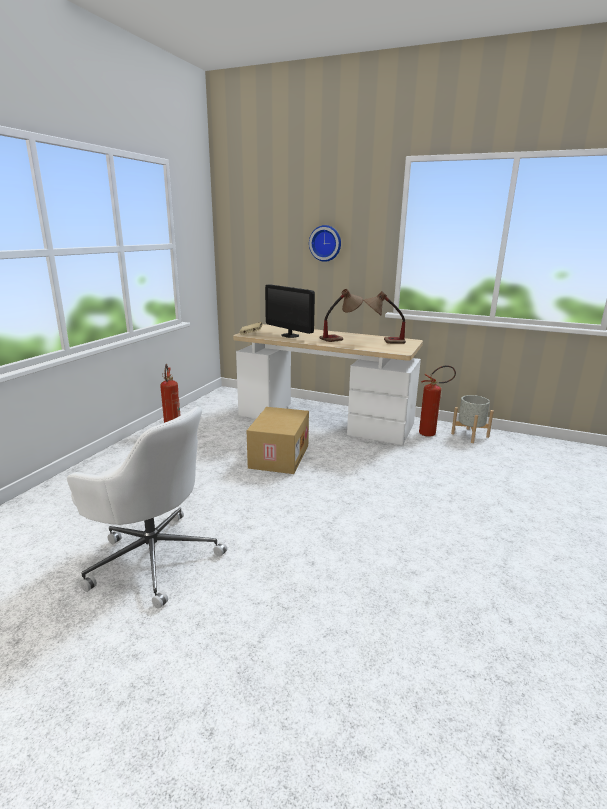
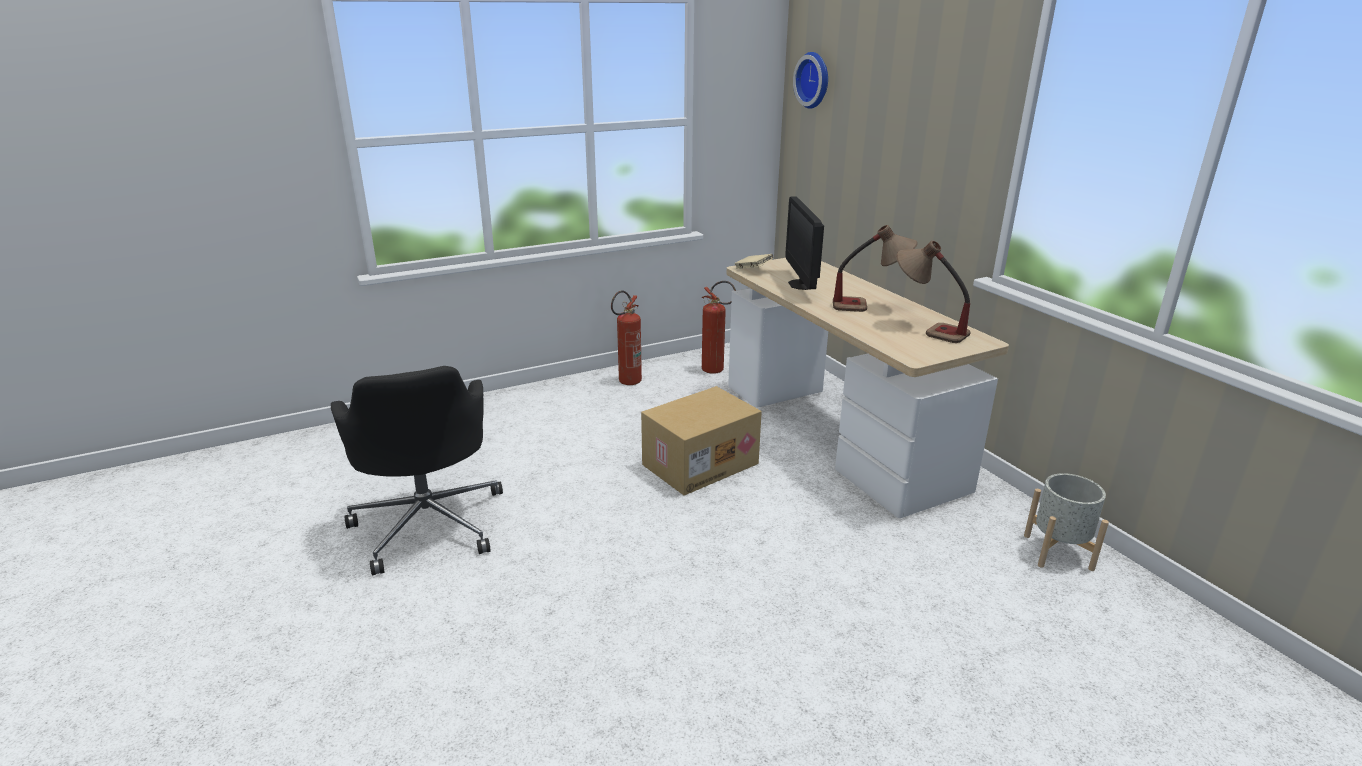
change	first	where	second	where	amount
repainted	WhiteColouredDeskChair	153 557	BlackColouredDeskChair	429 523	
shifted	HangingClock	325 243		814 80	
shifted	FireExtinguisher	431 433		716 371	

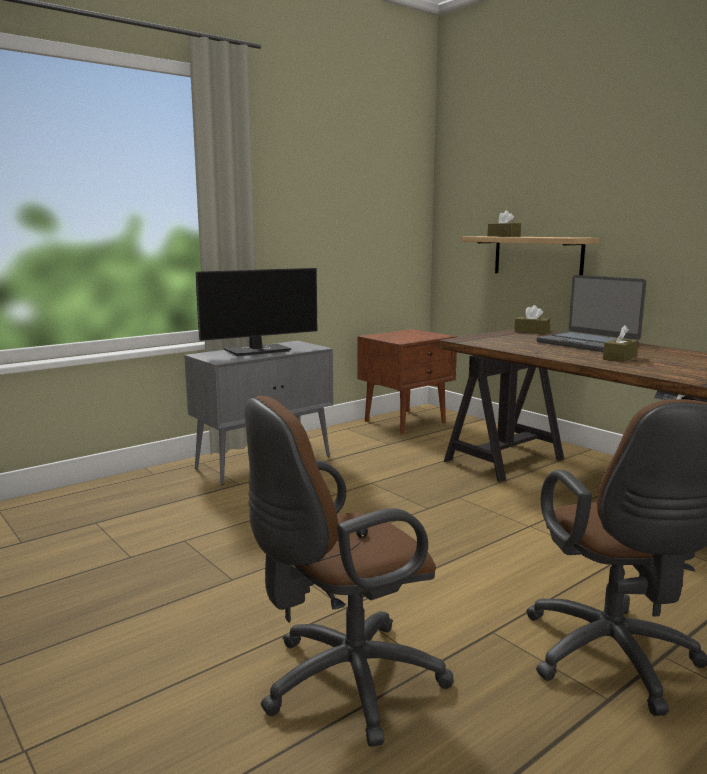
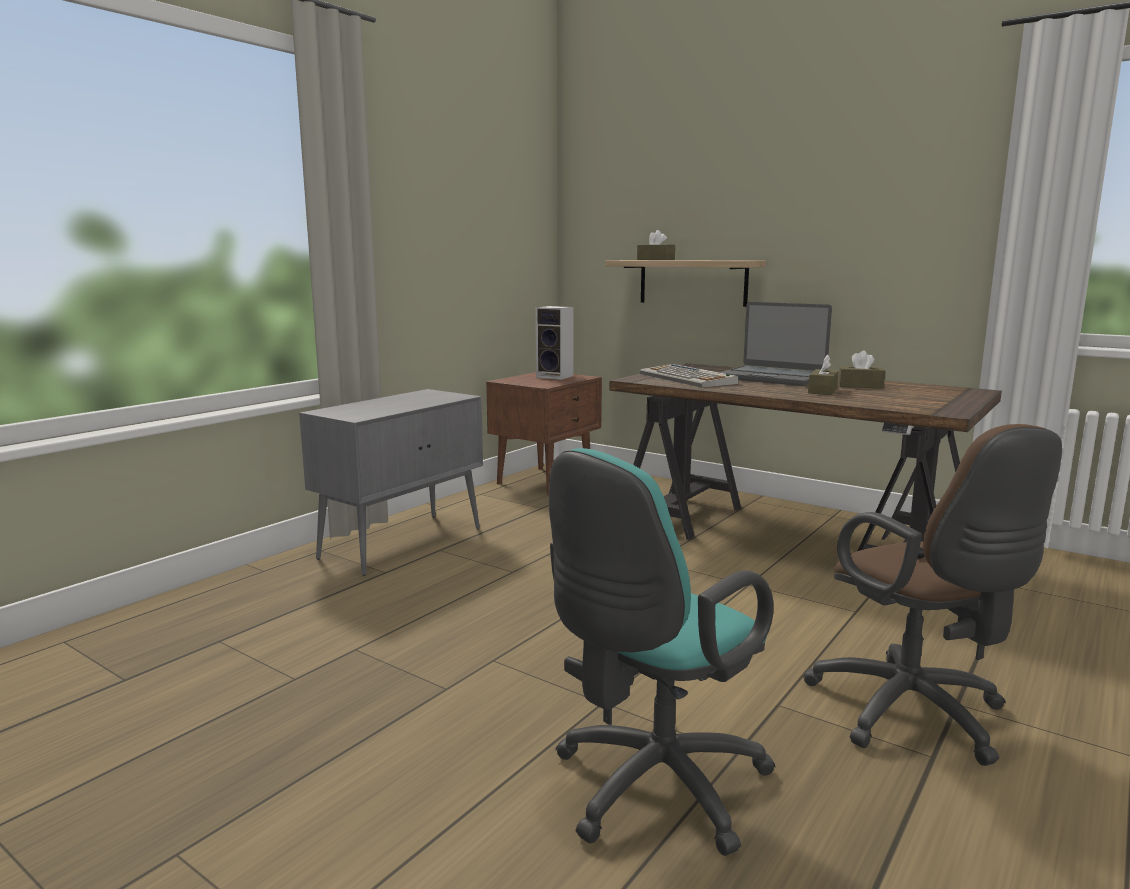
change	first	where	second	where	amount
gone	ComputerDisplay	258 350			
repainted	BrownColouredDeskChair	343 683	BlueGreenDeskChair	651 789	
shifted	BrownColouredTissueHolder	532 332		860 386	
new			AudioSpeaker	556 377	
new			PcKeyboard	688 378	

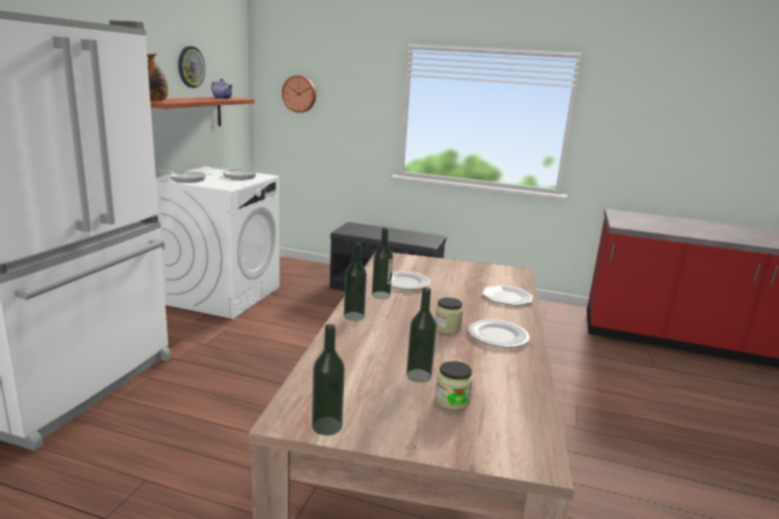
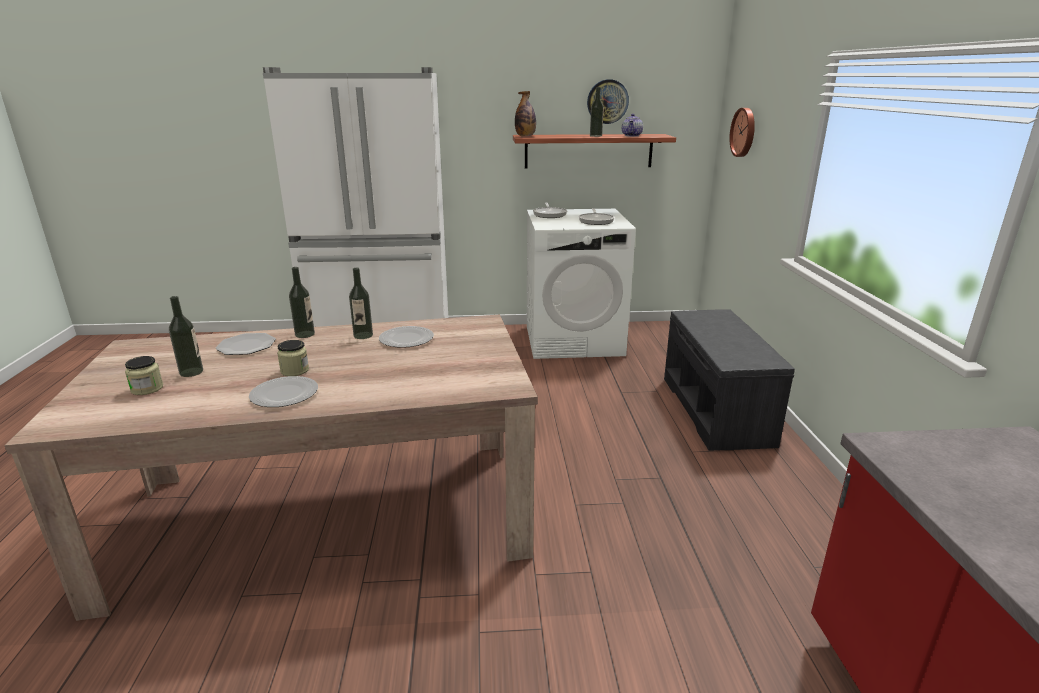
change	first	where	second	where	amount
shifted	Bottle	327 426		595 136	
shifted	FlatDish	507 297		246 346	

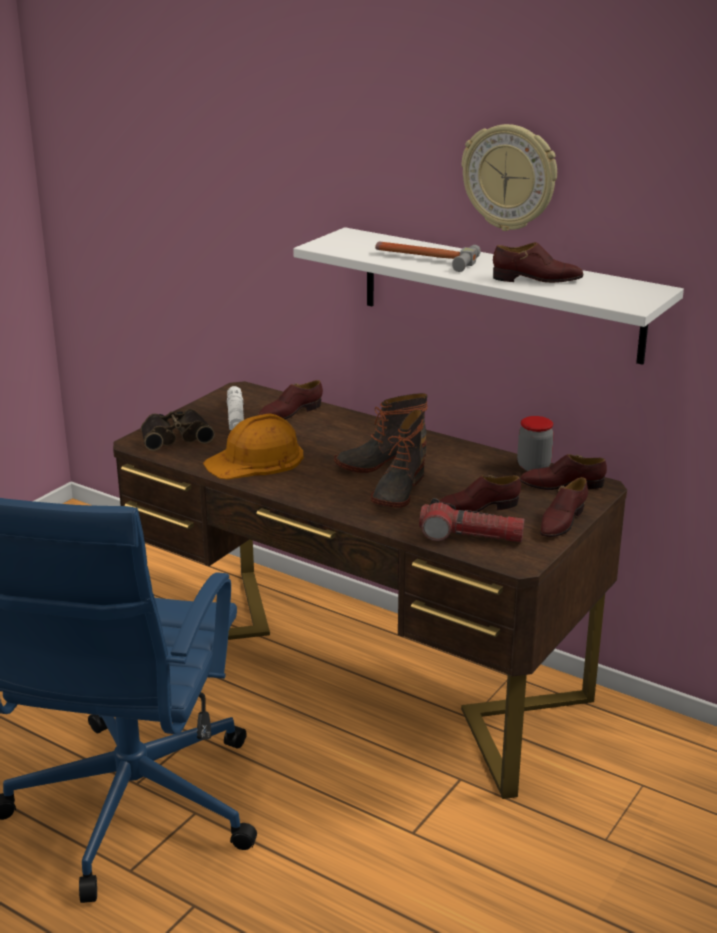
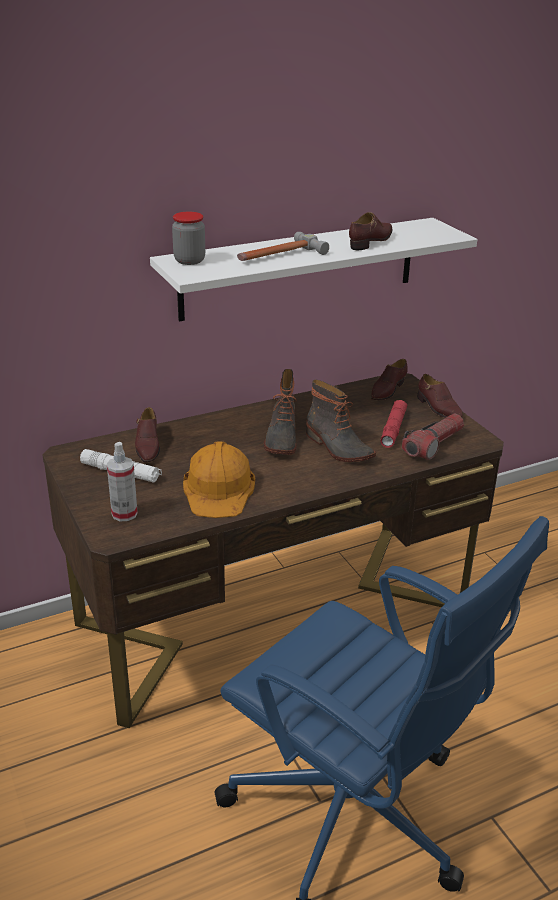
change	first	where	second	where	amount
swapped	PairOfBinoculars	175 436	Sprayer	124 514	
swapped	BrownColouredLowShoe	477 508	ReddishFlashlight	393 428	
gone	HangingClock	510 177			
shifted	StorageJar	533 466		189 260	

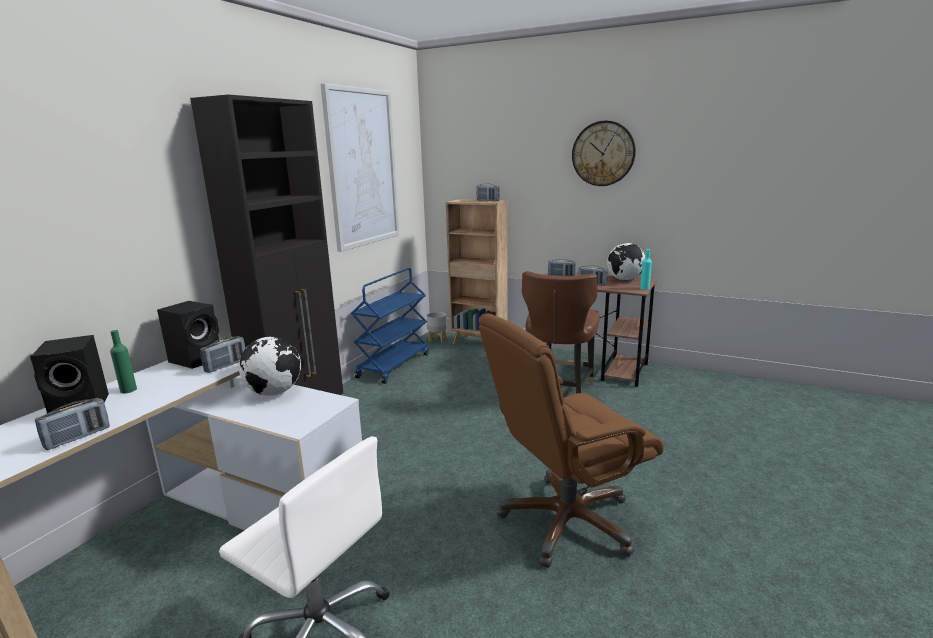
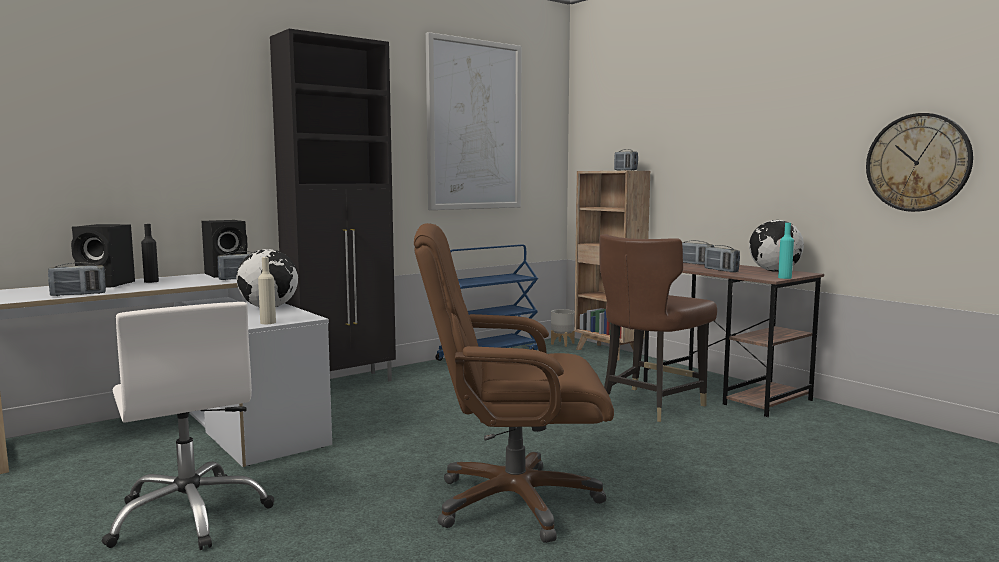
change	first	where	second	where	amount
repainted	GreenishBottle	128 390	BlackColouredBottle	151 281	
shifted	HangingClock	603 153		918 162	
new			SandColouredBottle	268 322	

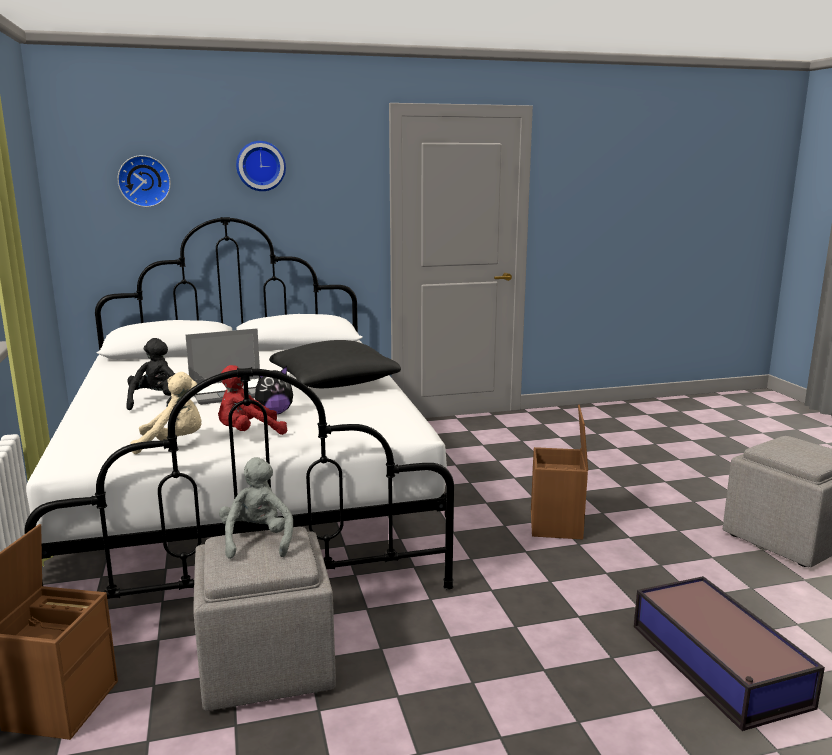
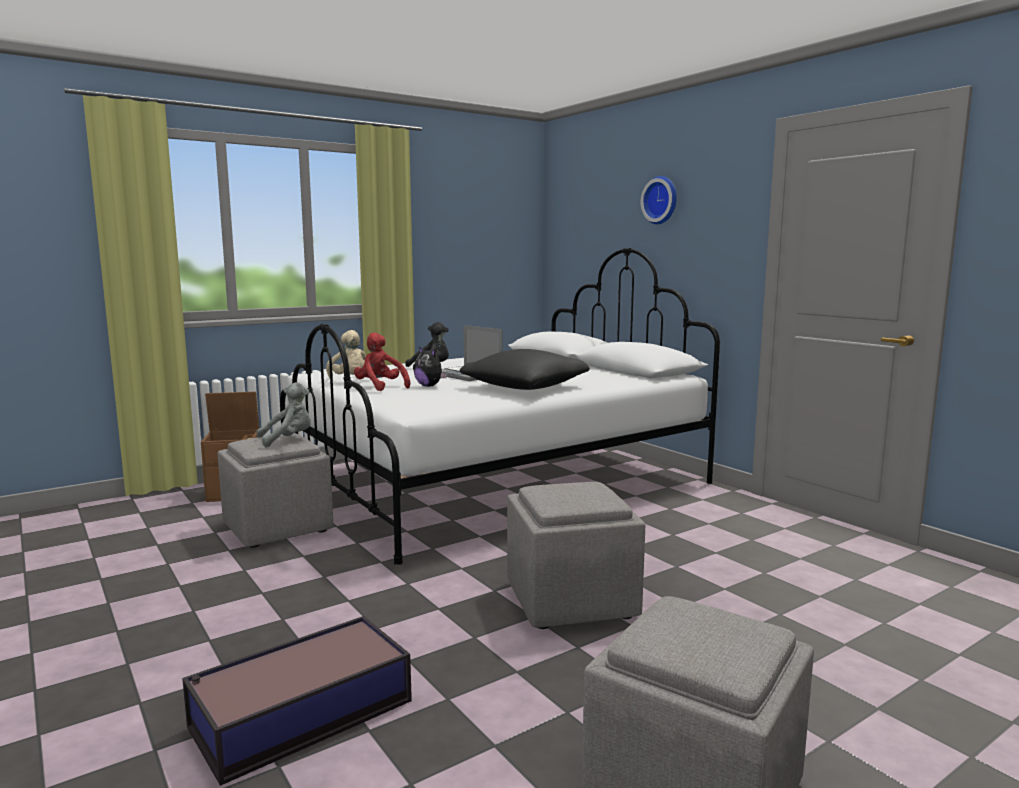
change	first	where	second	where	amount
gone	HangingClock	144 181			
swapped	BrownColouredStorageBox	557 525	GrayPouffe	570 601	

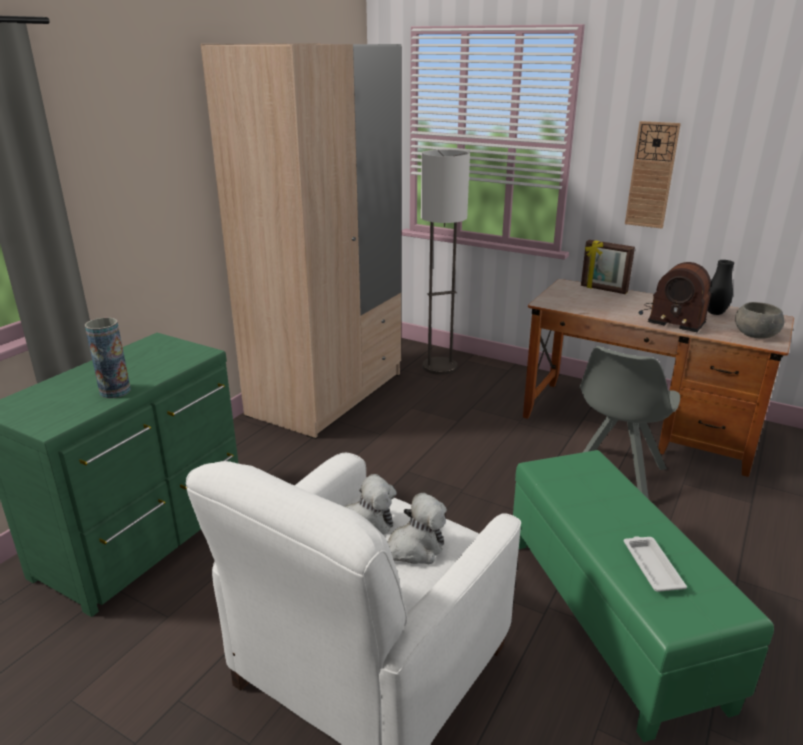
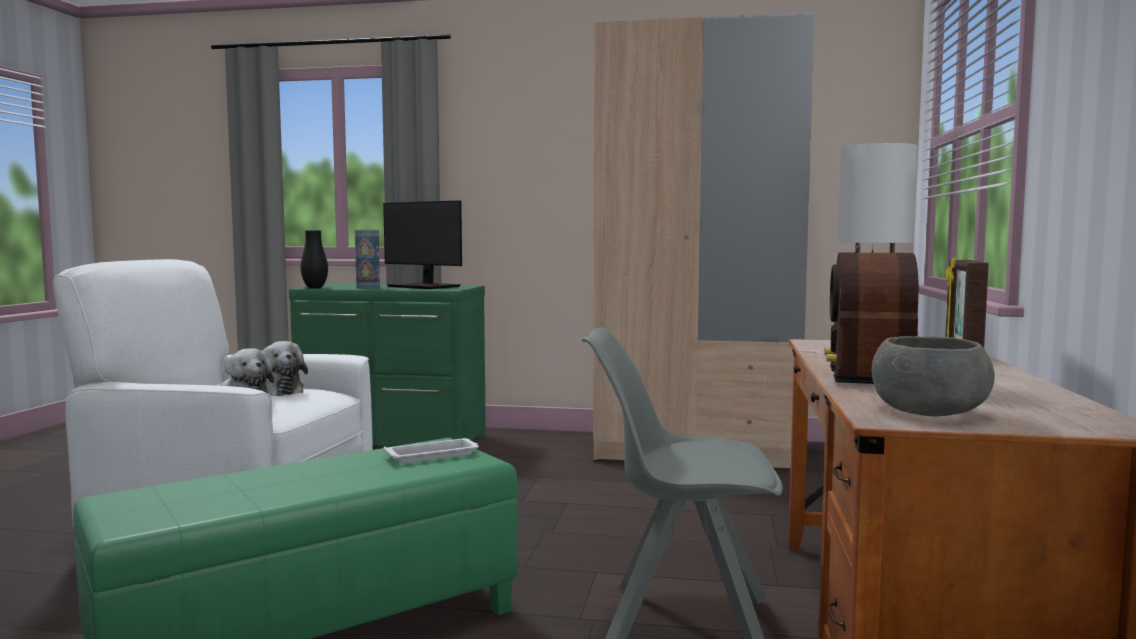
change	first	where	second	where	amount
shifted	WhiteColouredServingTray	651 567		433 455	
gone	HangingClock	651 175			
shifted	BlackColouredFlowerVase	715 313		315 287	
new			ComputerDisplay	424 286	

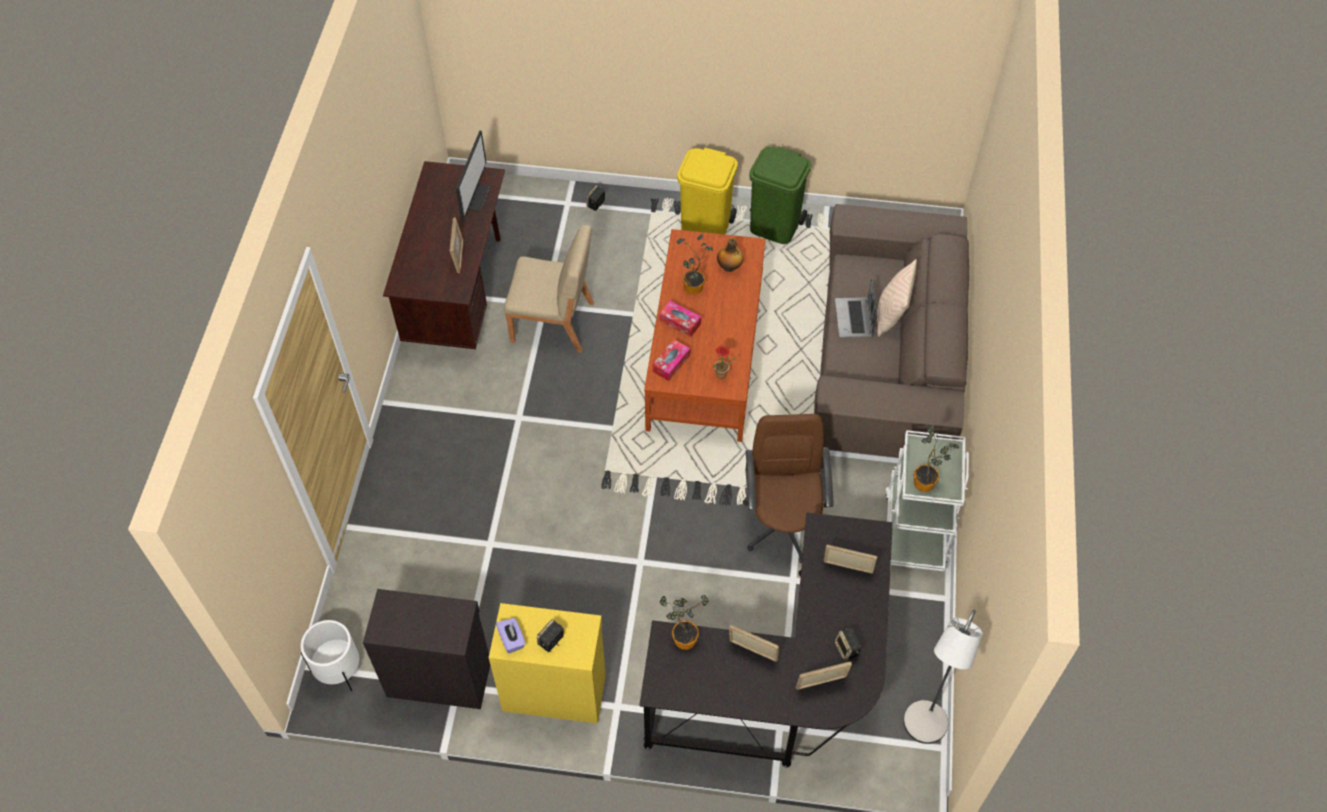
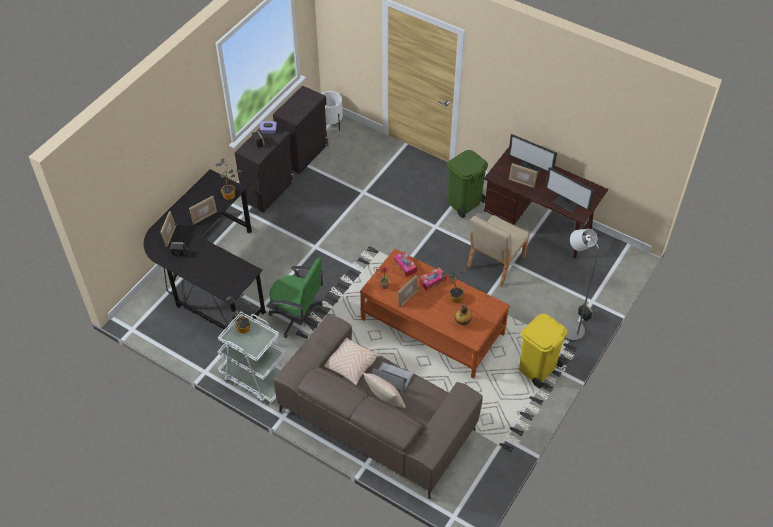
change	first	where	second	where	amount
repainted	YellowColouredCabinet	554 691	BlackColouredCabinet	269 191	
repainted	BrownColouredDeskChair	784 523	GreenishDeskChair	298 317	
shifted	GreenishTrashCan	775 226		464 203	
shifted	StandingFrame	847 568		407 298	
shifted	GrayFloorLamp	921 730		568 327	
new			SandColouredThrowPillow	351 365	
new			ComputerDisplay	530 168	

